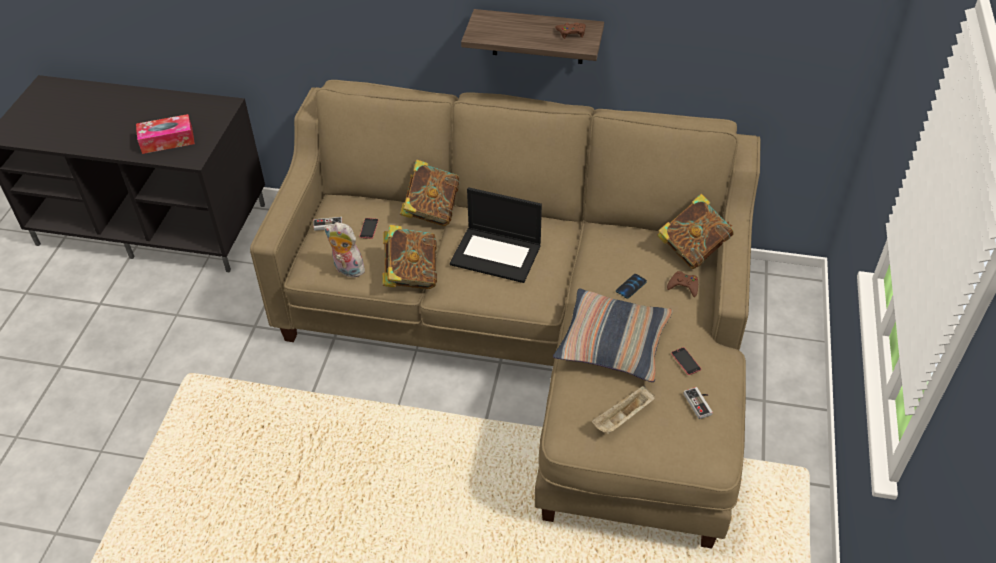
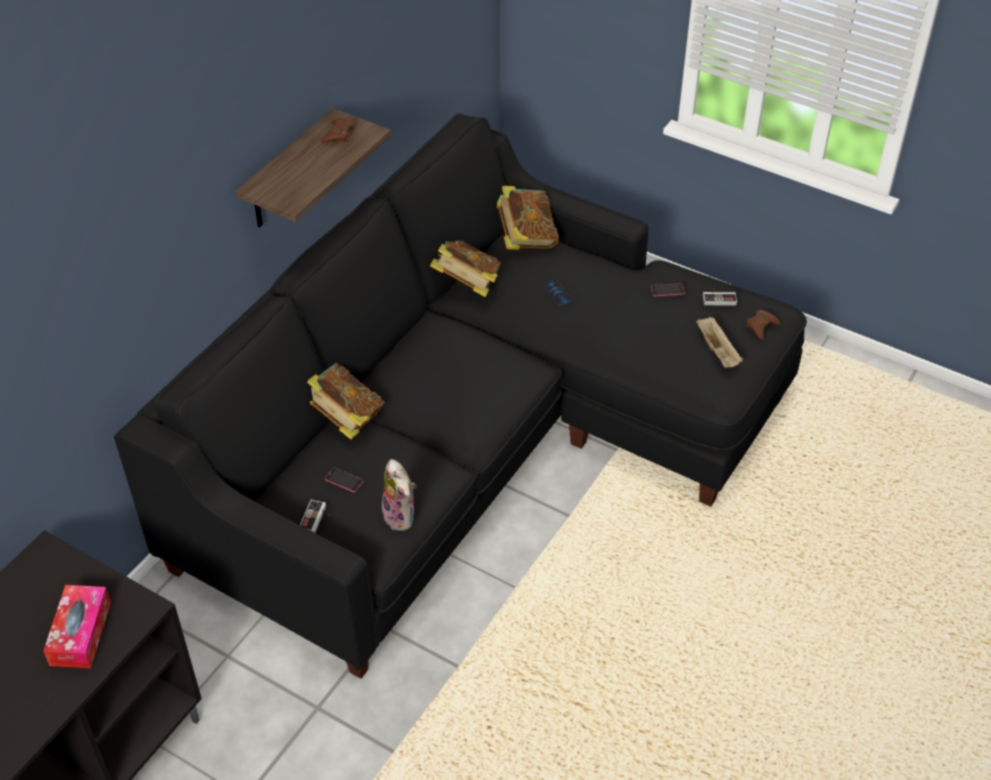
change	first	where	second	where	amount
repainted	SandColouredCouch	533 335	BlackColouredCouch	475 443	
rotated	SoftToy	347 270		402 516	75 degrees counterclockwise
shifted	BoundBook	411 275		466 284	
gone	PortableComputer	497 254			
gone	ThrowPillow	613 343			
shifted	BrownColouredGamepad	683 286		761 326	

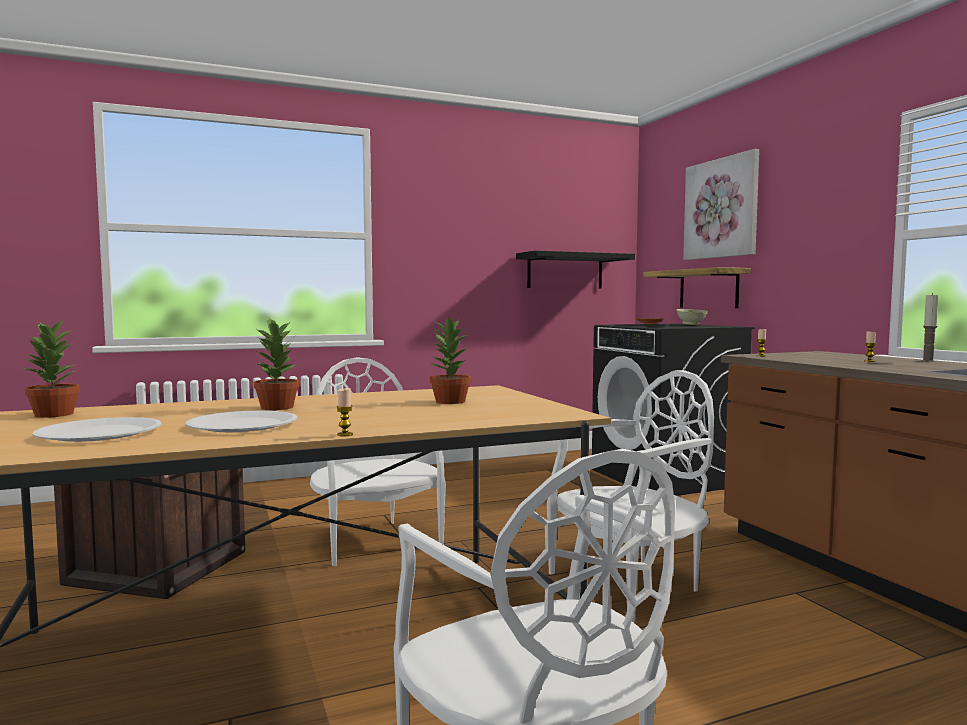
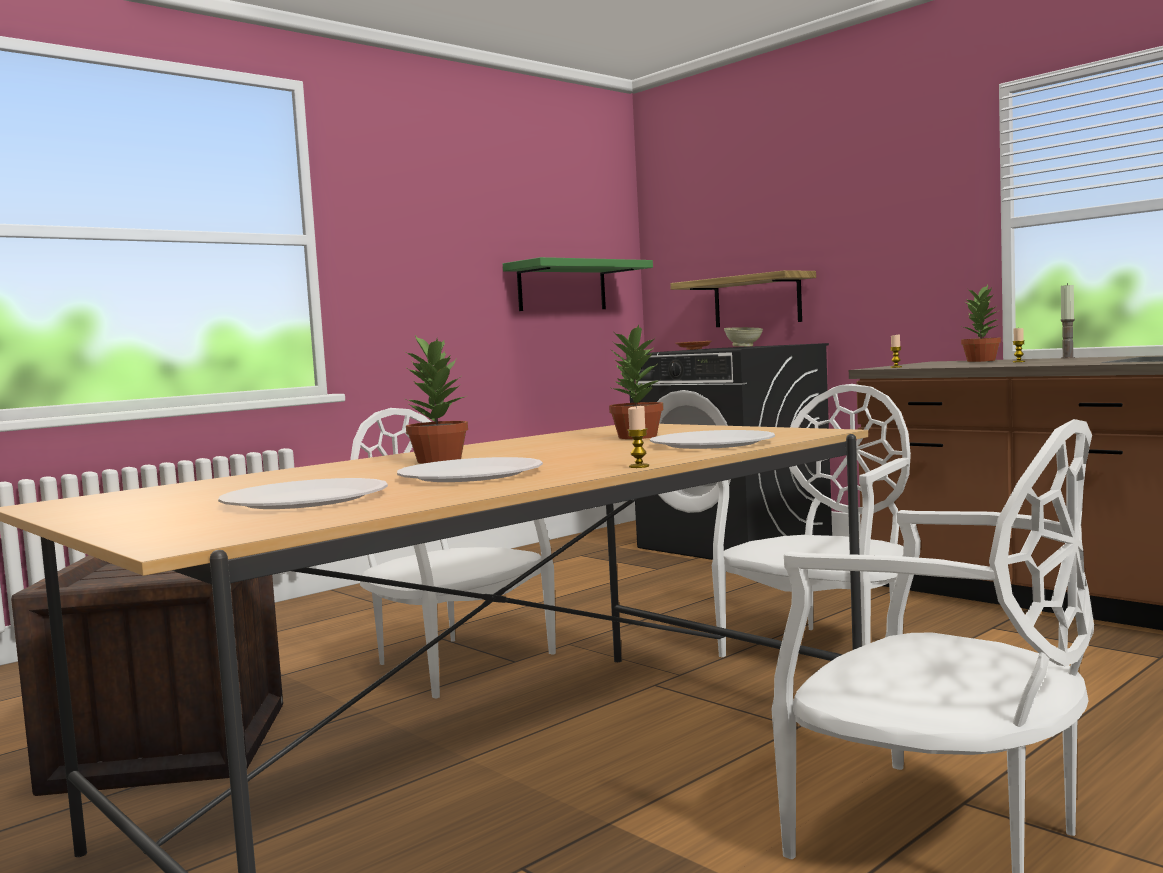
change	first	where	second	where	amount
shifted	PottedPlant	54 414		982 361	
repainted	BlackColouredWallShelf	565 271	GreenishWallShelf	562 287	
gone	WallArt	721 208			
new			WhiteColouredFlatDish	712 443	

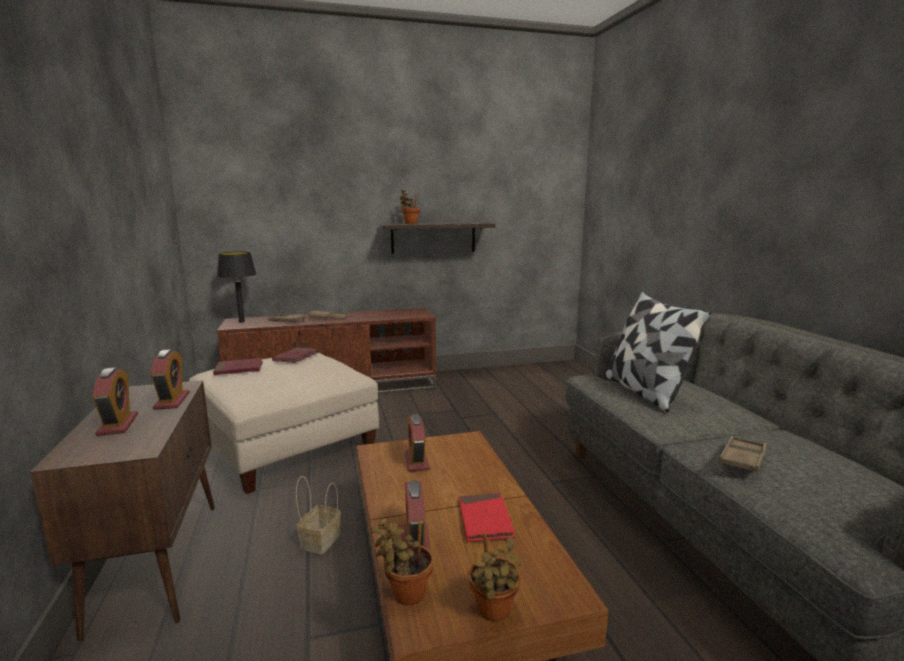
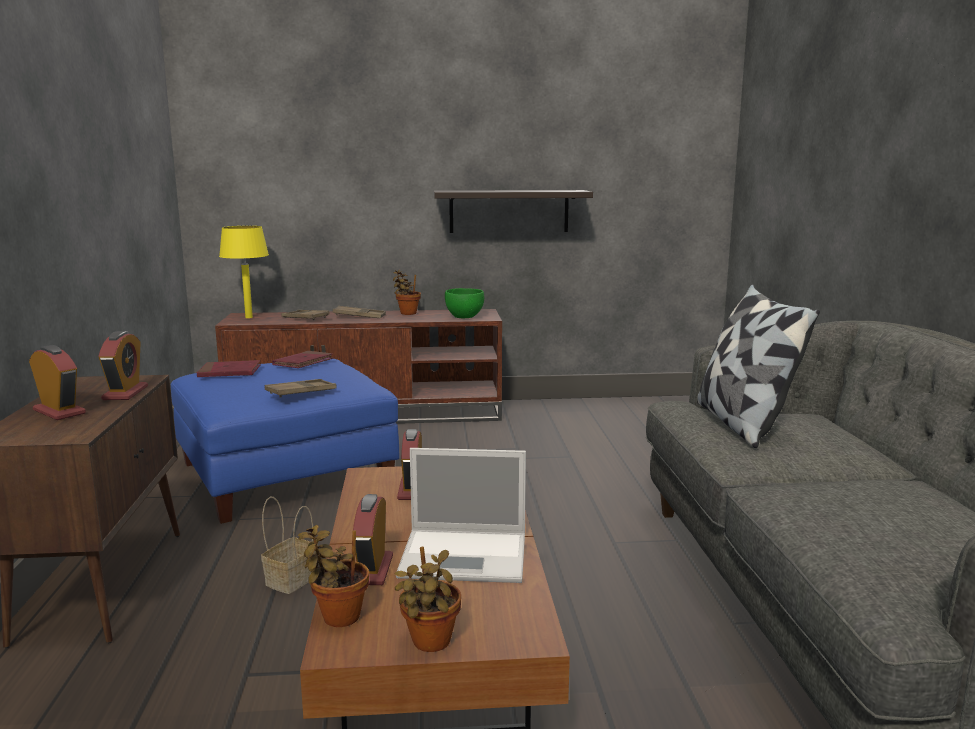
change	first	where	second	where	amount
rotated	TableClock	118 425		59 412	45 degrees counterclockwise
repainted	SandColouredPouffe	287 444	BluePouffe	285 473	
repainted	BlackColouredTableLamp	242 321	YellowColouredTableLamp	249 317	
shifted	PottedPlant	409 223		407 313	
swapped	ReddishBoundBook	484 520	PortableComputer	466 556	
shifted	BrownColouredServingTray	742 459		301 392	
new			GreenishDeepDish	464 317	

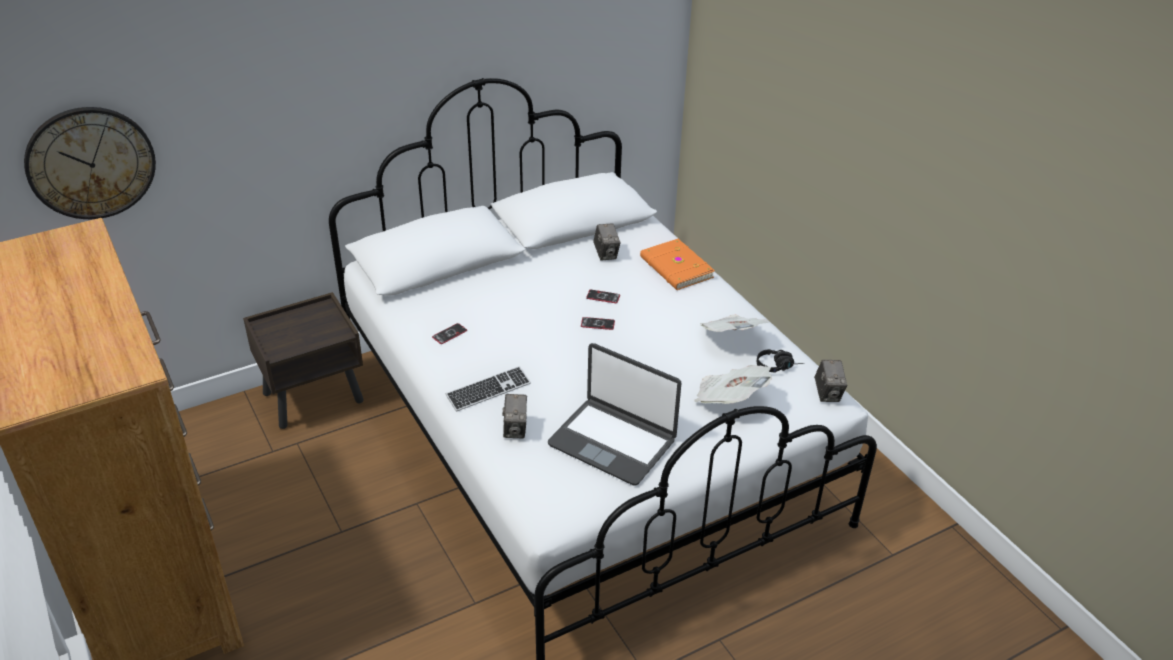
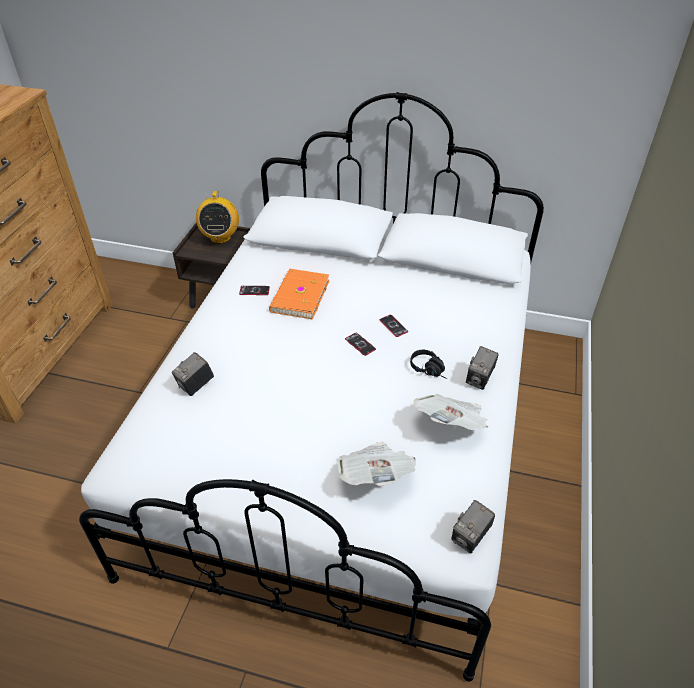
change	first	where	second	where	amount
gone	HangingClock	91 163			
gone	PcKeyboard	488 390			
gone	PortableComputer	613 442			
shifted	PhotoCamera	606 254		479 379	
shifted	OrangeColouredBoundBook	675 268		298 296	
shifted	BlackColouredHeadphones	778 366		430 370	
new			RadioSet	220 237	

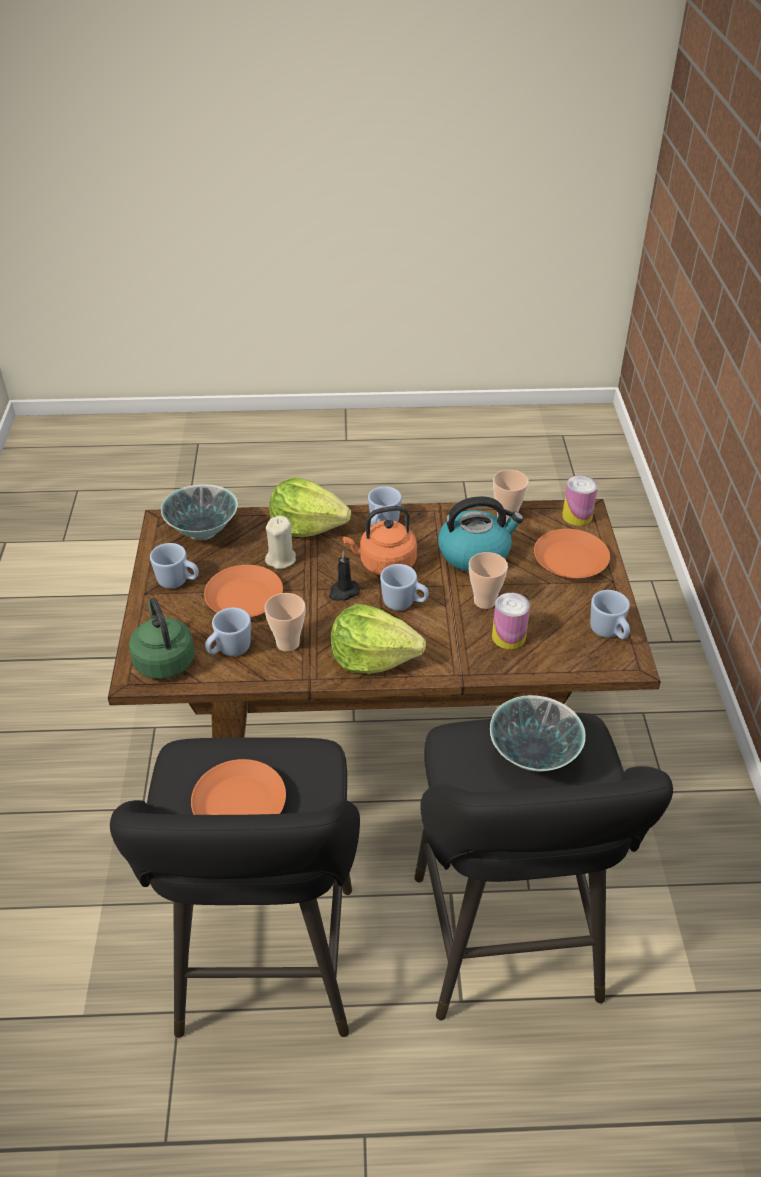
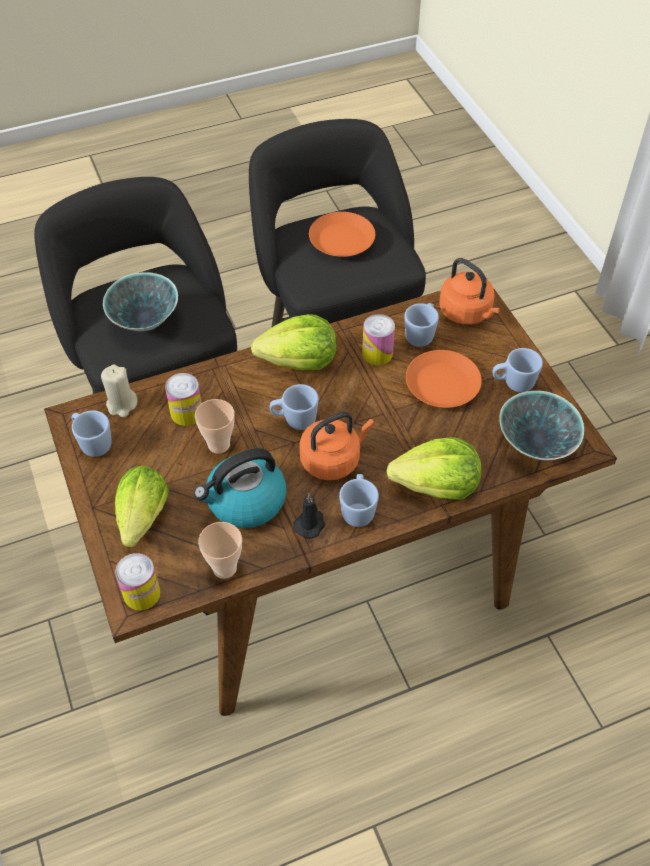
change	first	where	second	where	amount
repainted	GreenishTeaKettle	164 660	OrangeColouredTeaKettle	467 313	
swapped	SmallCup	288 643	SealedCan	377 353	
shifted	SandColouredWaxCandle	281 559		122 404	
shifted	BlackColouredWaxCandle	343 592		310 524	
swapped	OrangeColouredFlatDish	569 560	Lettuce	142 522	

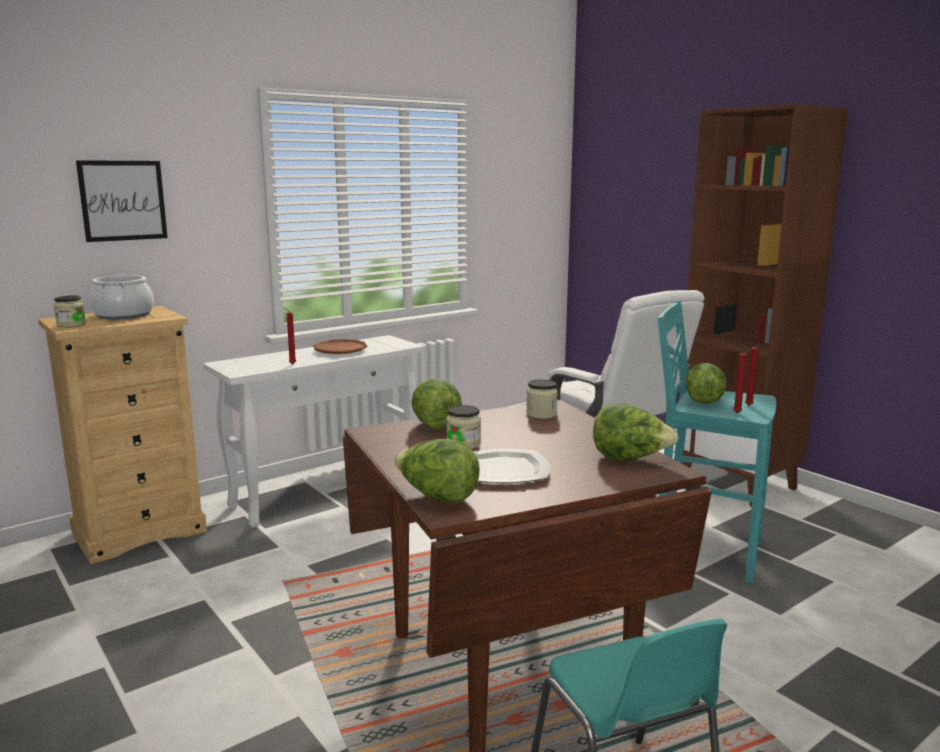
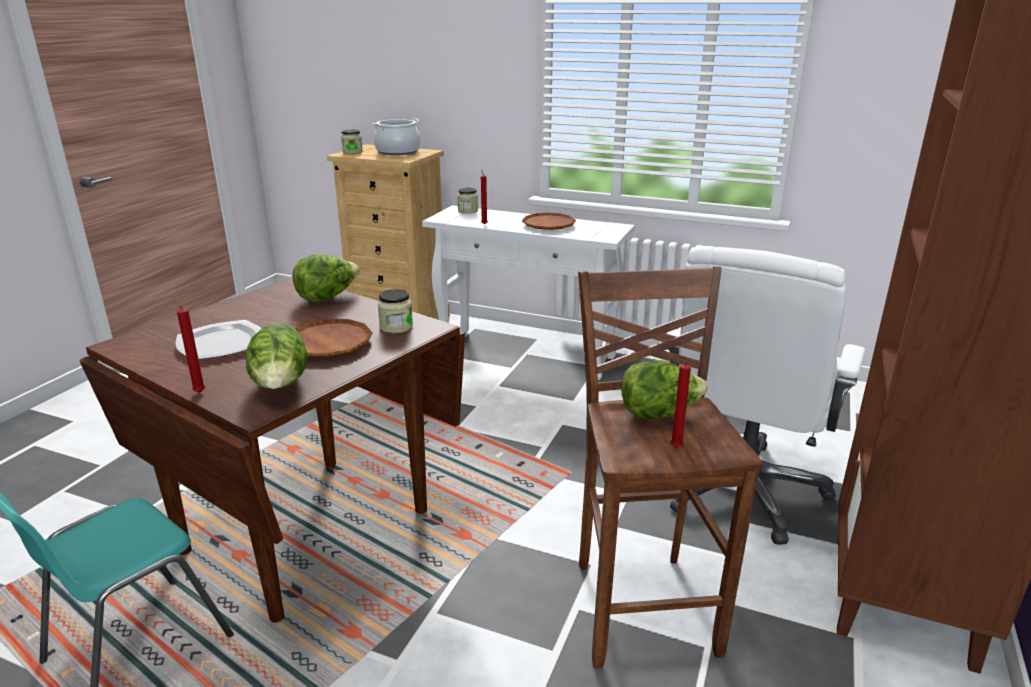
change	first	where	second	where	amount
gone	WallArt	123 200			
gone	Lettuce	437 497			
shifted	StorageJar	463 444		468 211	
repainted	BlueGreenSittingStool	702 551	BrownColouredSittingStool	642 605	
shifted	ReddishWaxCandle	735 413		199 391	
new			BrownColouredFlatDish	329 344	

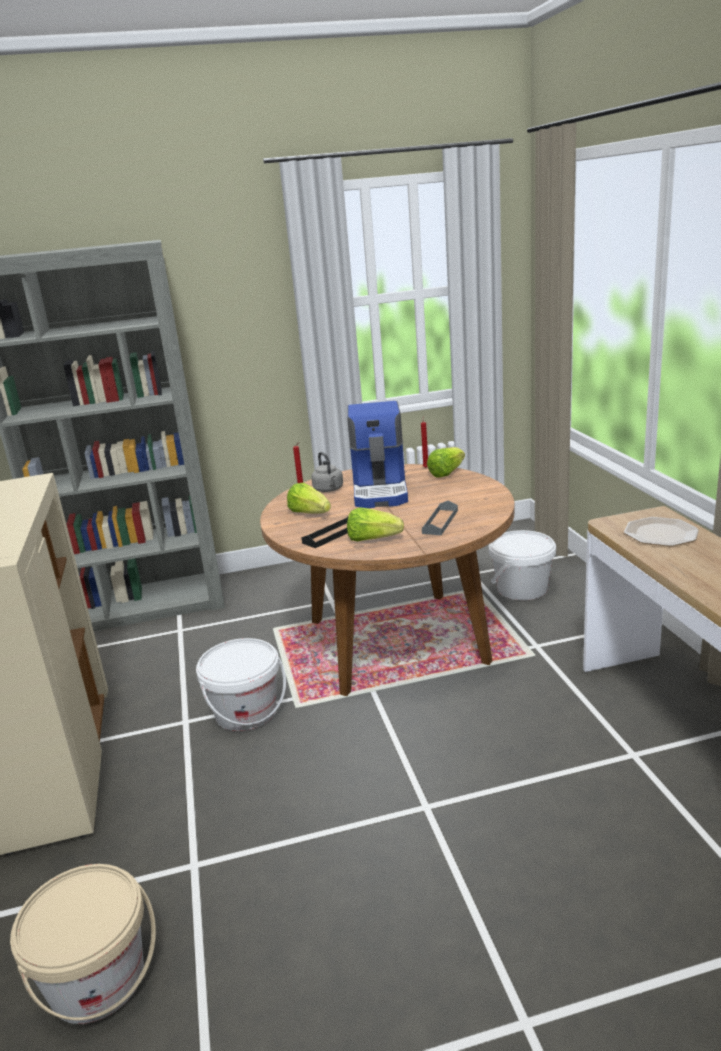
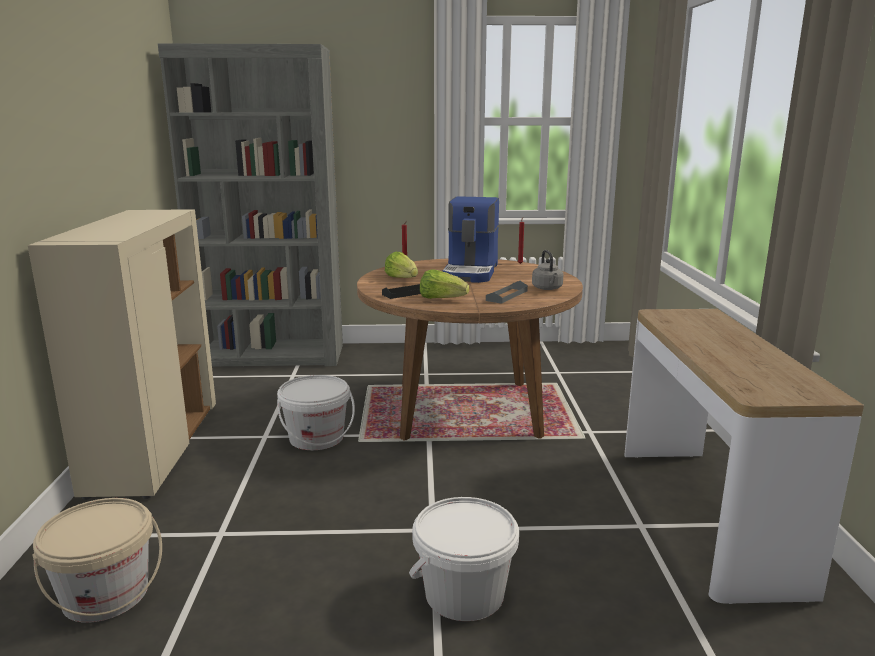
change	first	where	second	where	amount
shifted	GrayTeaKettle	329 490		547 288	
gone	Lettuce	446 473			
shifted	WhiteColouredPail	522 588		464 593	
gone	FlatDish	661 534			

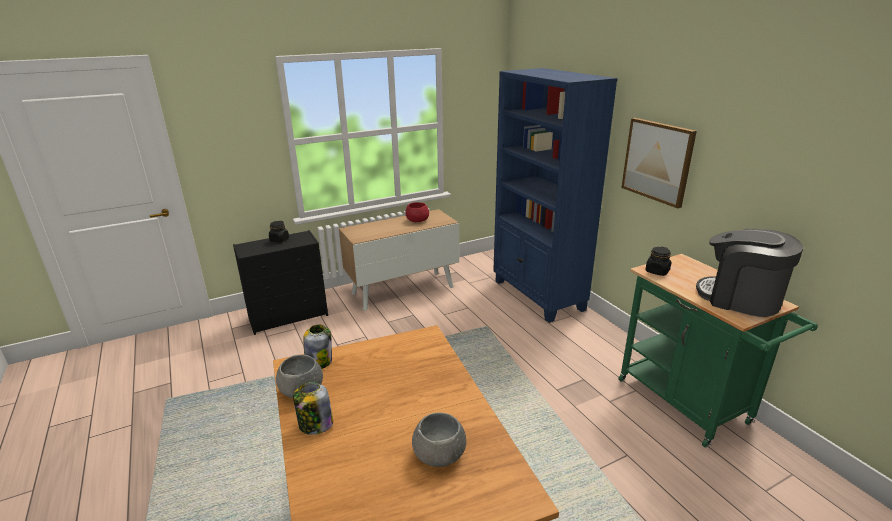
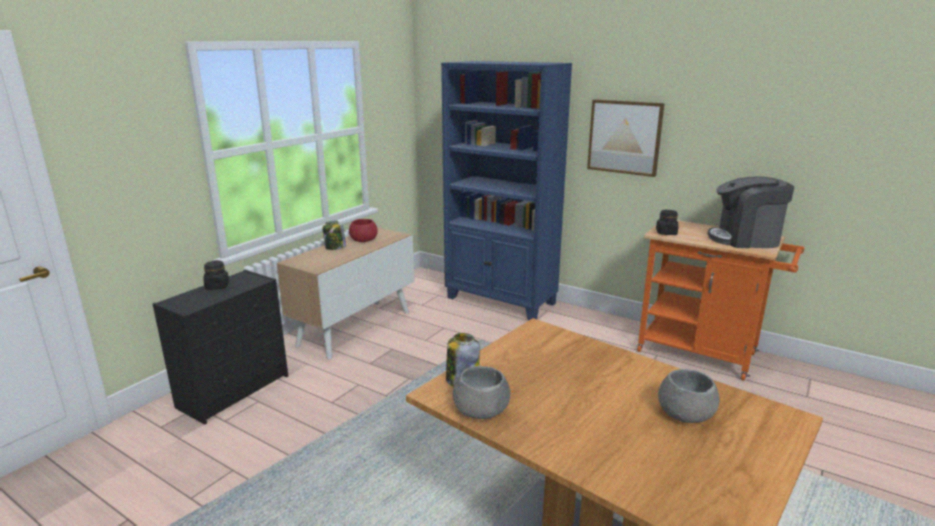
change	first	where	second	where	amount
shifted	StorageJar	315 425		335 247	
repainted	GreenishTrolley	689 405	OrangeColouredTrolley	704 354	

